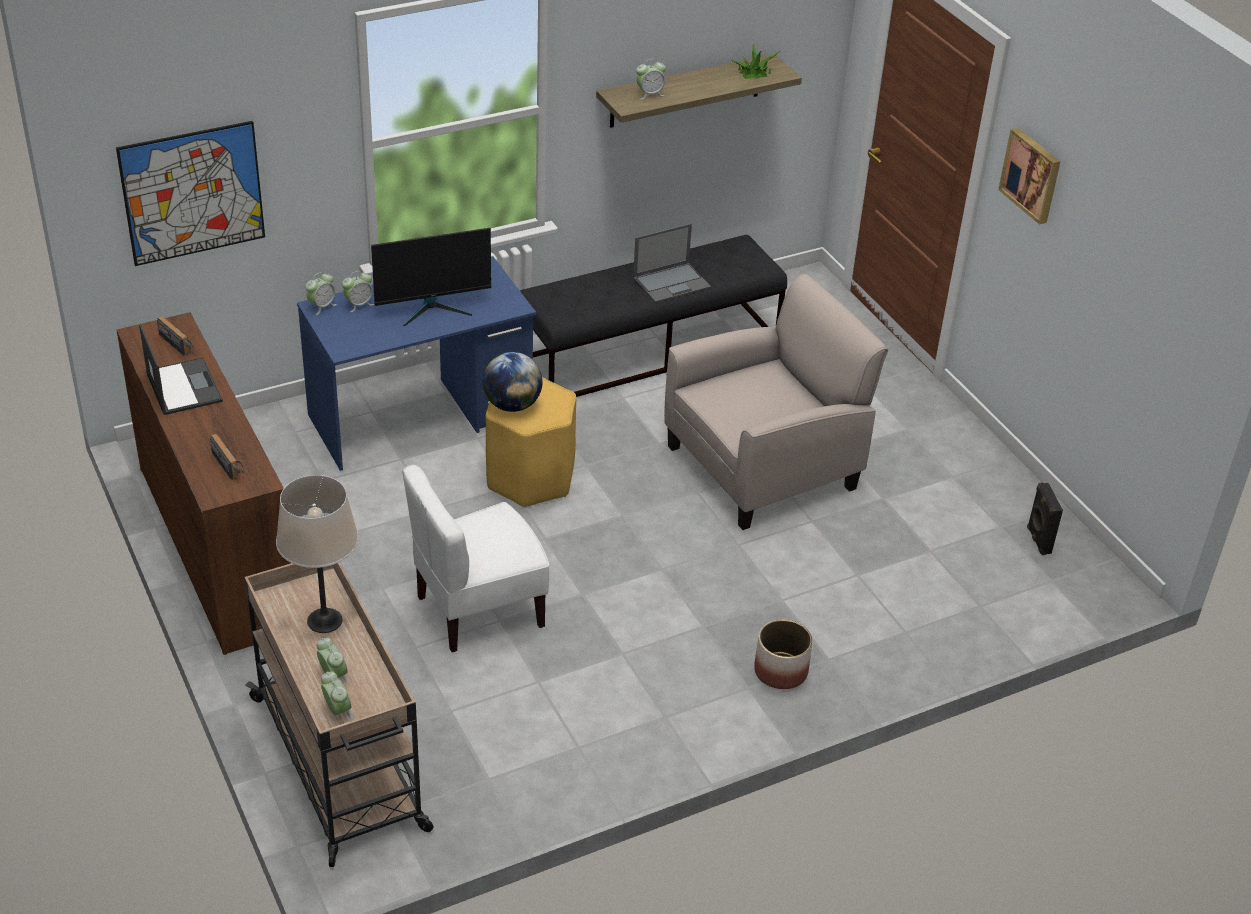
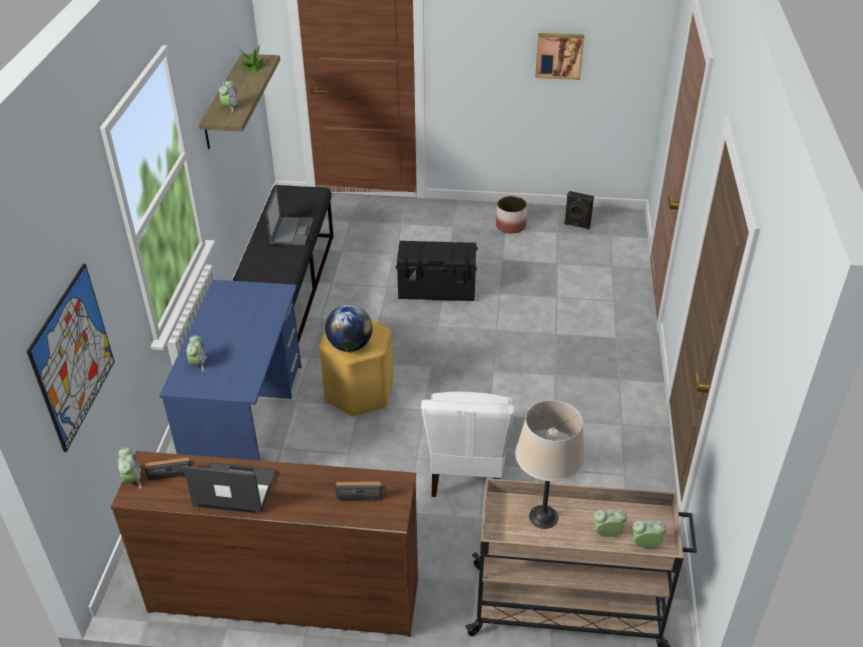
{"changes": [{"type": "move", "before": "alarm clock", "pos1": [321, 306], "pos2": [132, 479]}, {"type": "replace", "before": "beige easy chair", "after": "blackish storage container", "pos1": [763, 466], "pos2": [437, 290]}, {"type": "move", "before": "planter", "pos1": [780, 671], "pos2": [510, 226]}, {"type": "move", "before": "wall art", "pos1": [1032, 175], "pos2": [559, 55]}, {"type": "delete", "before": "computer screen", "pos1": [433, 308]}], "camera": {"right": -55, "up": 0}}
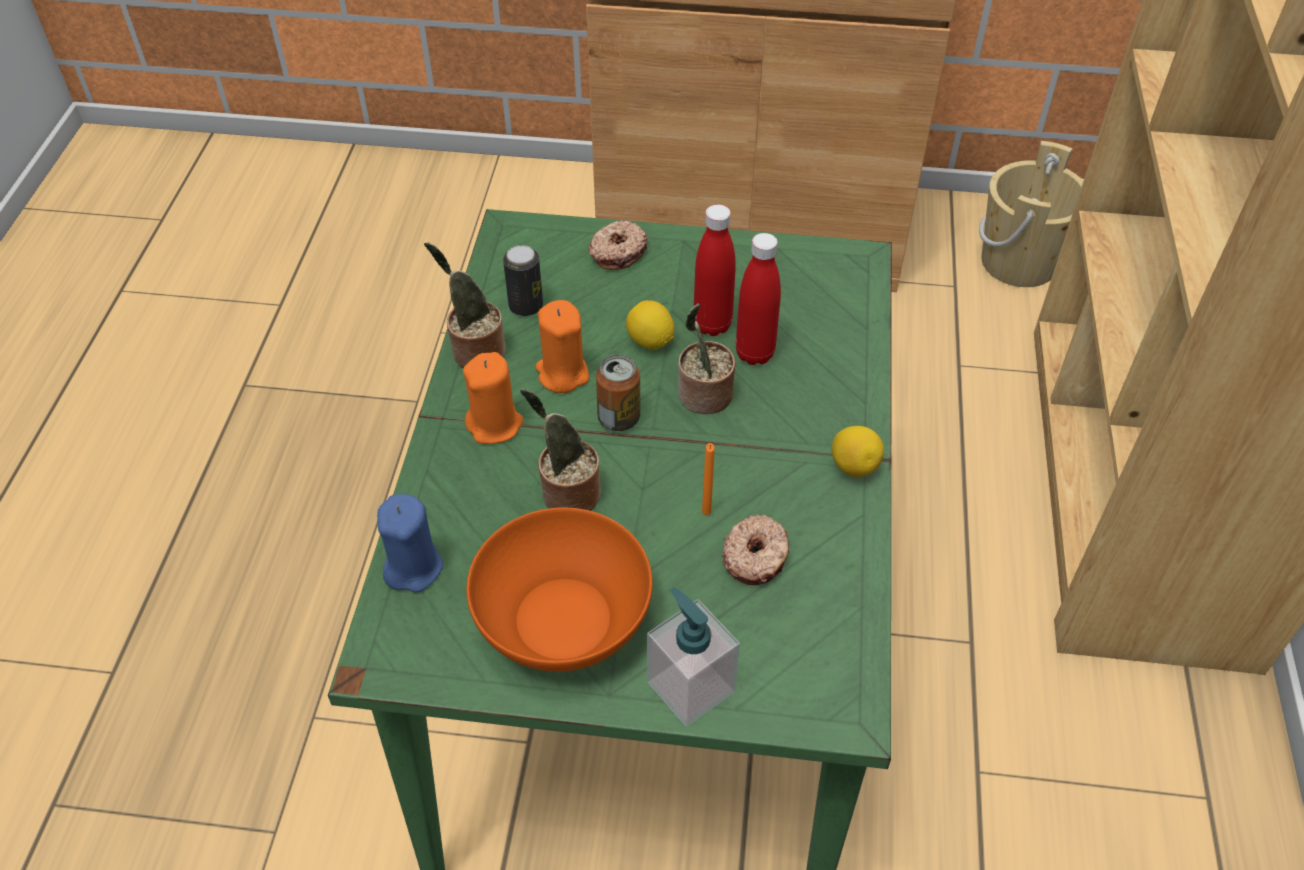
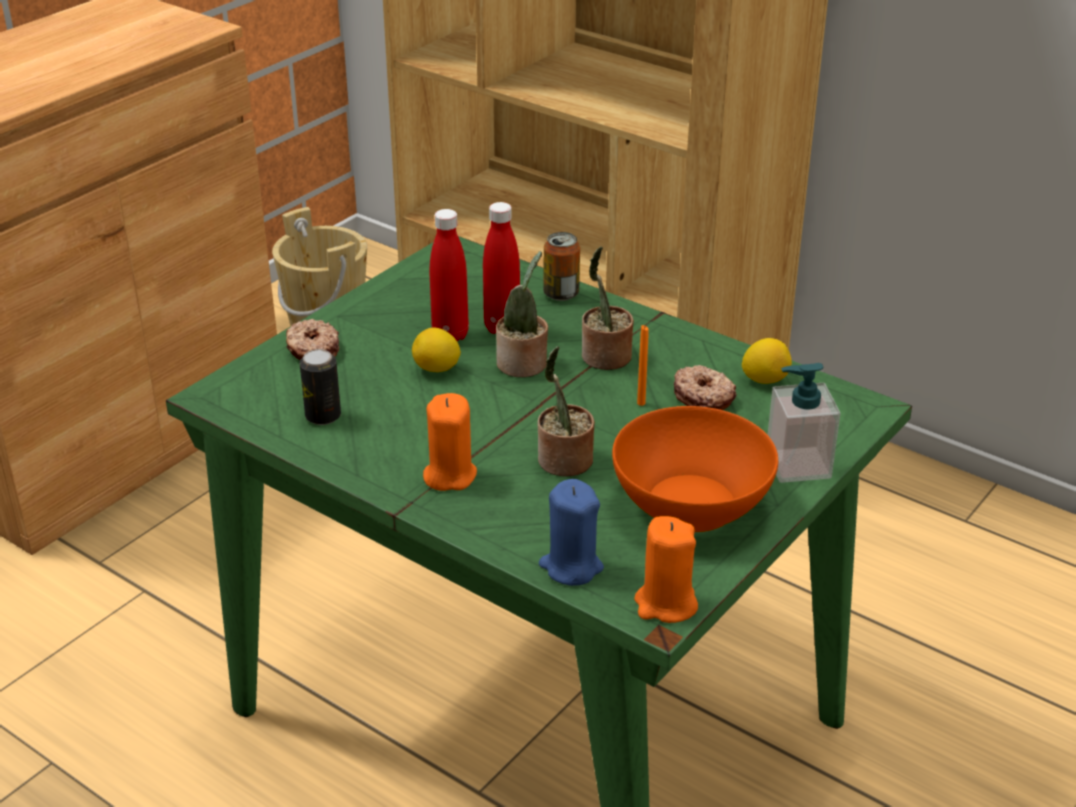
{"changes": [{"type": "move", "before": "sealed can", "pos1": [619, 418], "pos2": [561, 294]}, {"type": "move", "before": "potted plant", "pos1": [475, 352], "pos2": [605, 358]}, {"type": "move", "before": "orangey candle", "pos1": [562, 374], "pos2": [665, 604]}, {"type": "move", "before": "whole lemon", "pos1": [854, 466], "pos2": [765, 380]}], "camera": {"right": -60, "up": -15}}
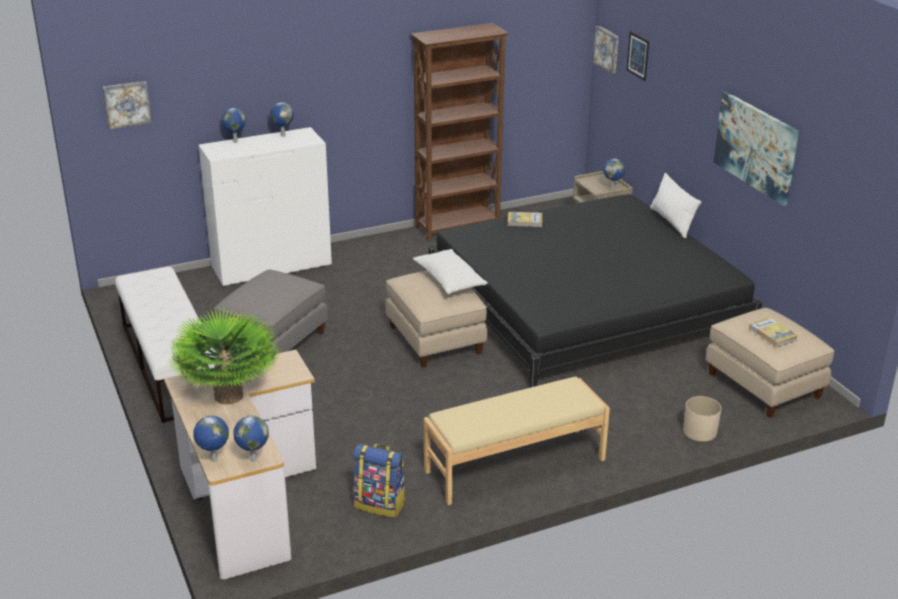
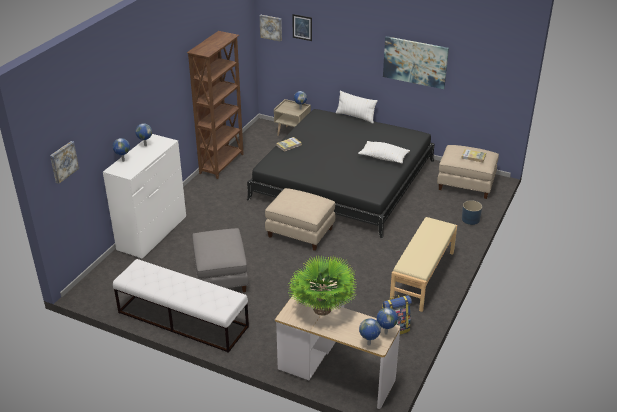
{"changes": [{"type": "move", "before": "whitish pillow", "pos1": [449, 281], "pos2": [384, 158]}, {"type": "recolor", "before": "beige planter", "after": "blue-coloured planter", "pos1": [700, 432], "pos2": [470, 219]}], "camera": {"right": -40, "up": 5}}
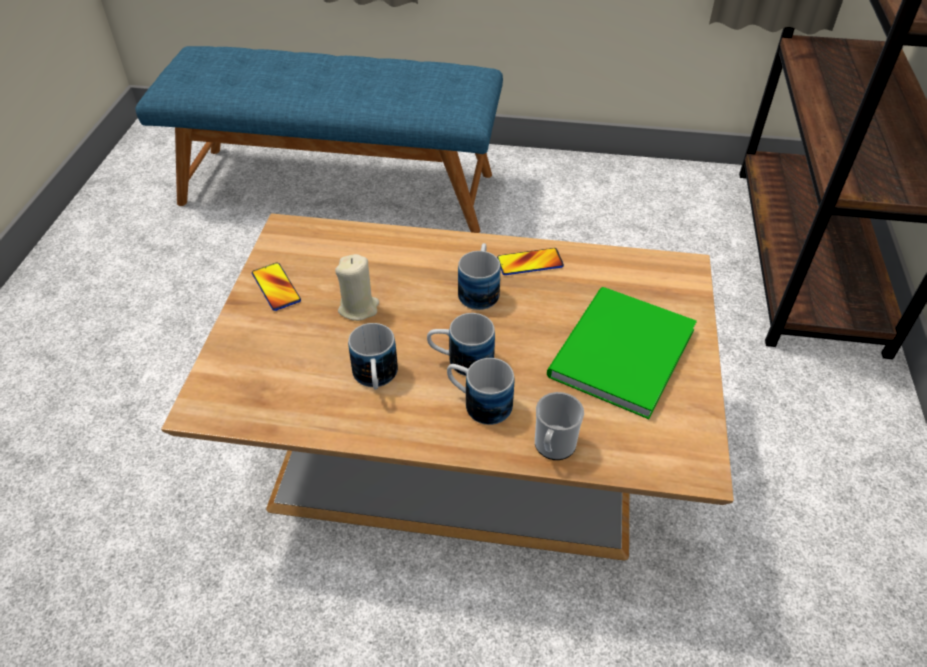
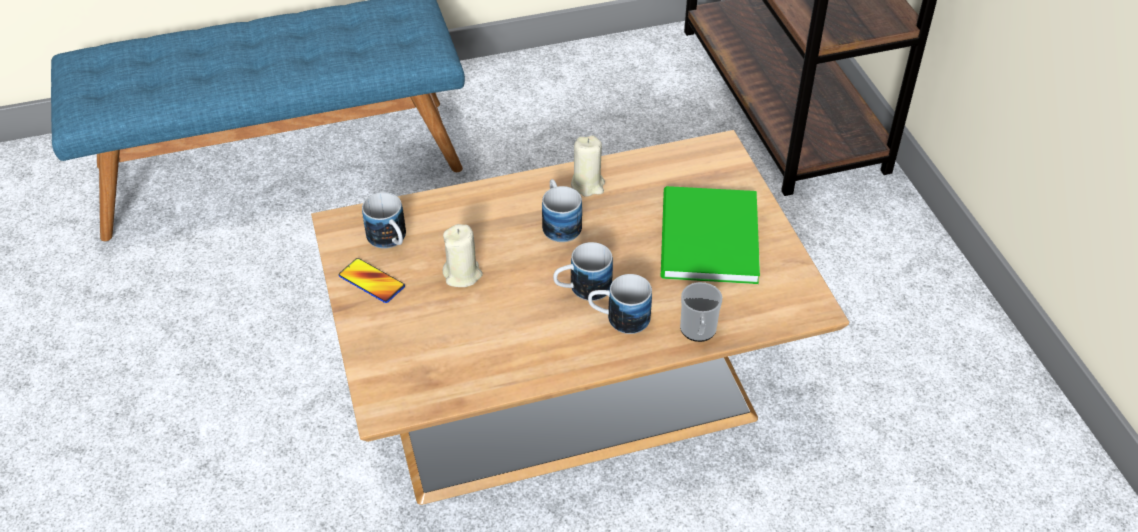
{"changes": [{"type": "move", "before": "mug", "pos1": [375, 379], "pos2": [390, 241]}, {"type": "replace", "before": "telephone", "after": "beige candle", "pos1": [530, 263], "pos2": [588, 184]}], "camera": {"right": -25, "up": 0}}
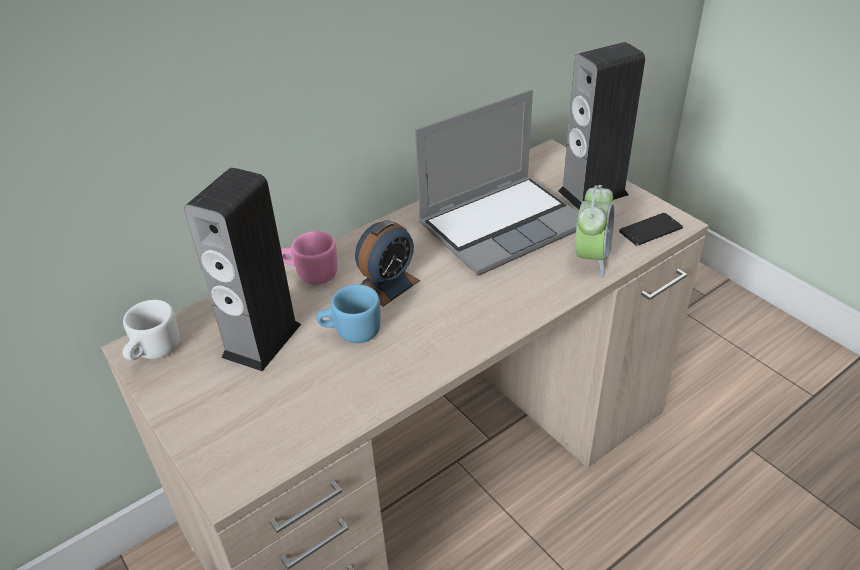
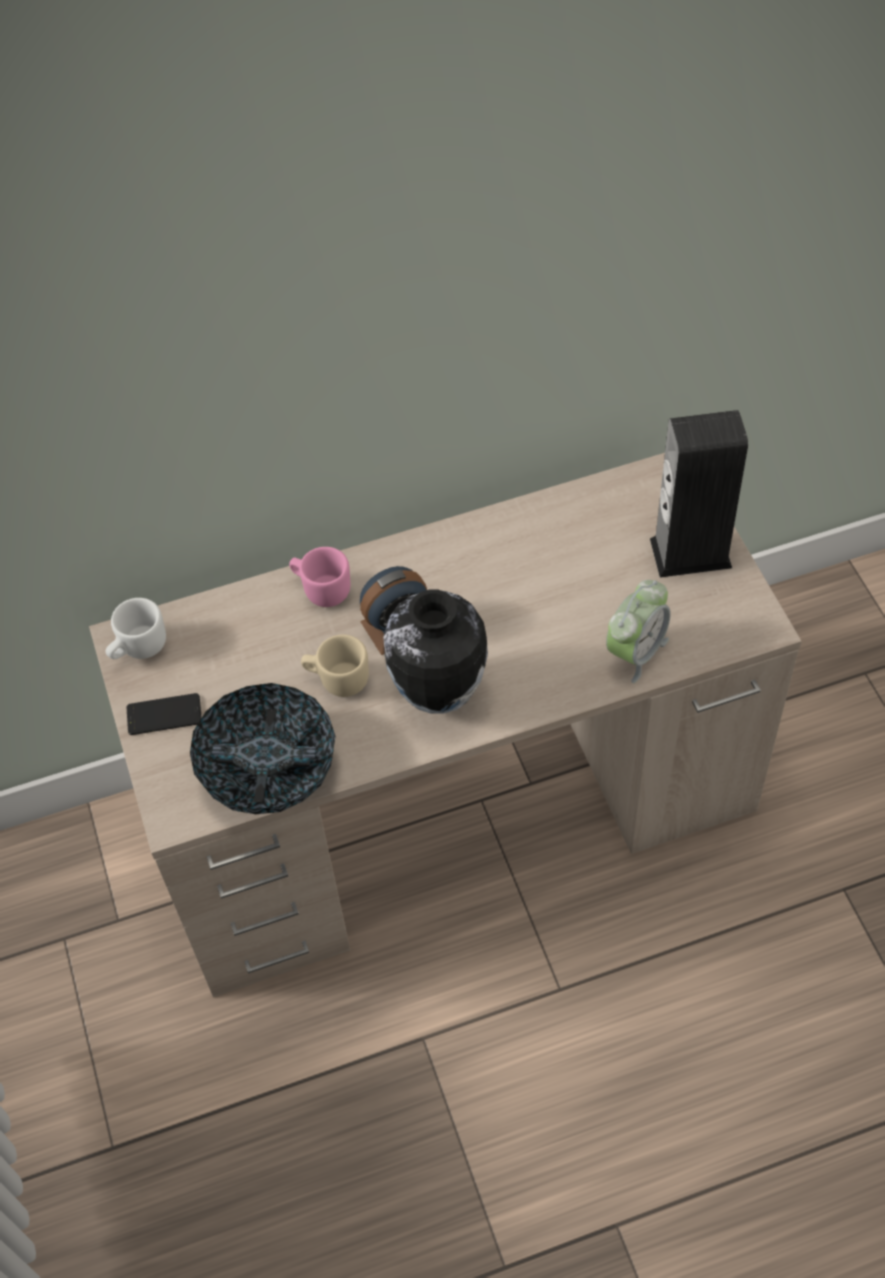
{"changes": [{"type": "move", "before": "telephone", "pos1": [650, 230], "pos2": [164, 715]}, {"type": "insert", "after": "serving bowl", "pos2": [269, 770]}, {"type": "recolor", "before": "blue-coloured mug", "after": "beige mug", "pos1": [351, 332], "pos2": [337, 679]}, {"type": "insert", "after": "vase", "pos2": [437, 694]}, {"type": "delete", "before": "loudspeaker", "pos1": [262, 340]}, {"type": "delete", "before": "portable computer", "pos1": [502, 224]}], "camera": {"right": 20, "up": 15}}
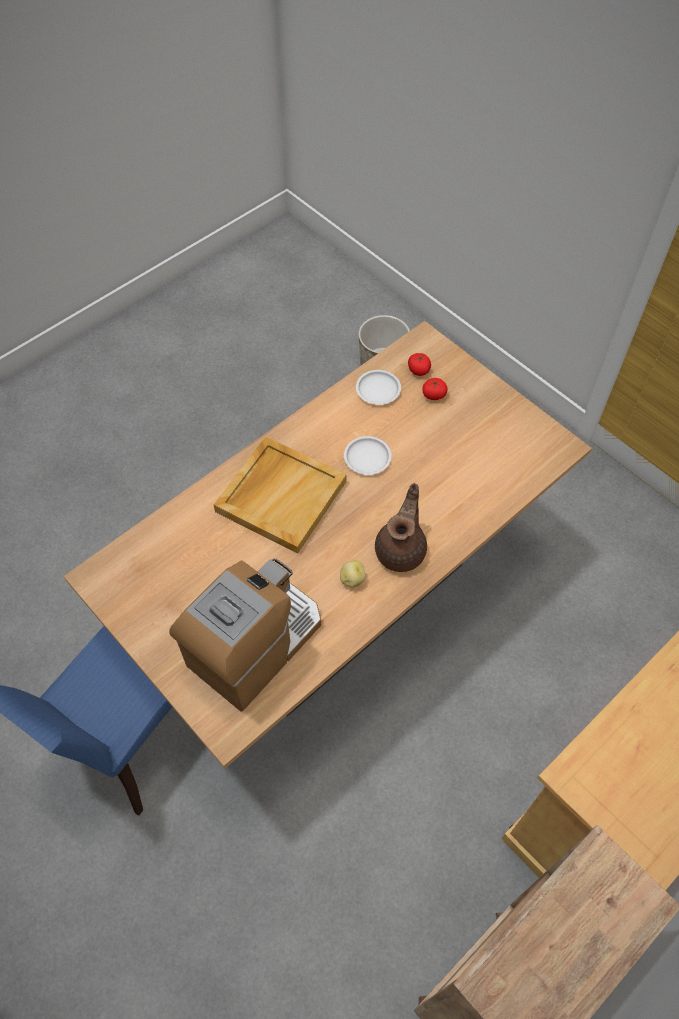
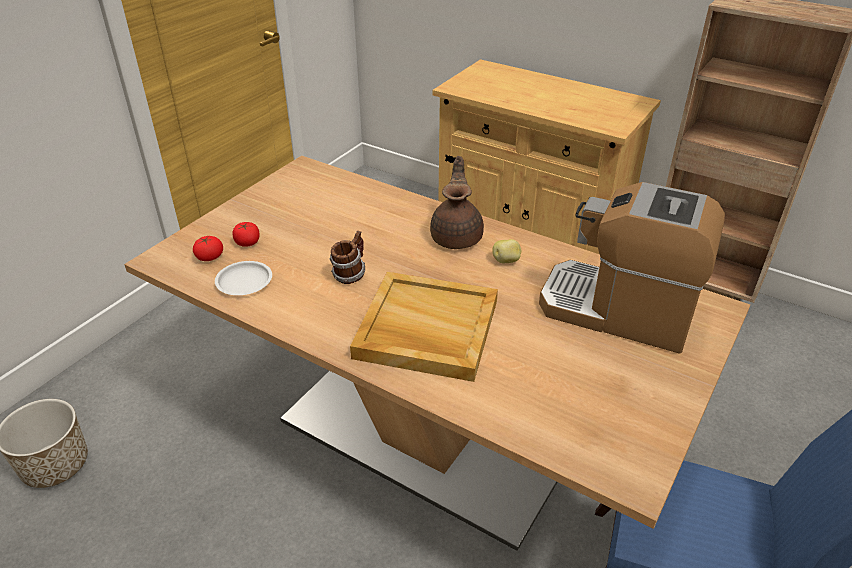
{"changes": [{"type": "replace", "before": "whitish plate", "after": "mug", "pos1": [367, 458], "pos2": [350, 274]}, {"type": "rotate", "before": "brown-coloured teapot", "pos1": [401, 550], "pos2": [457, 237], "turn": 90}], "camera": {"right": -105, "up": -20}}
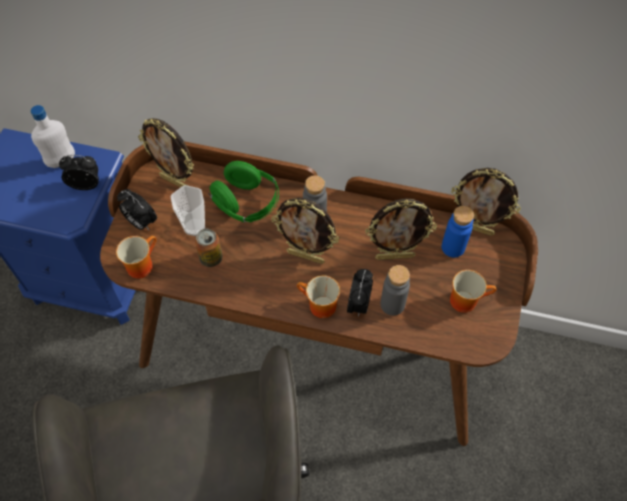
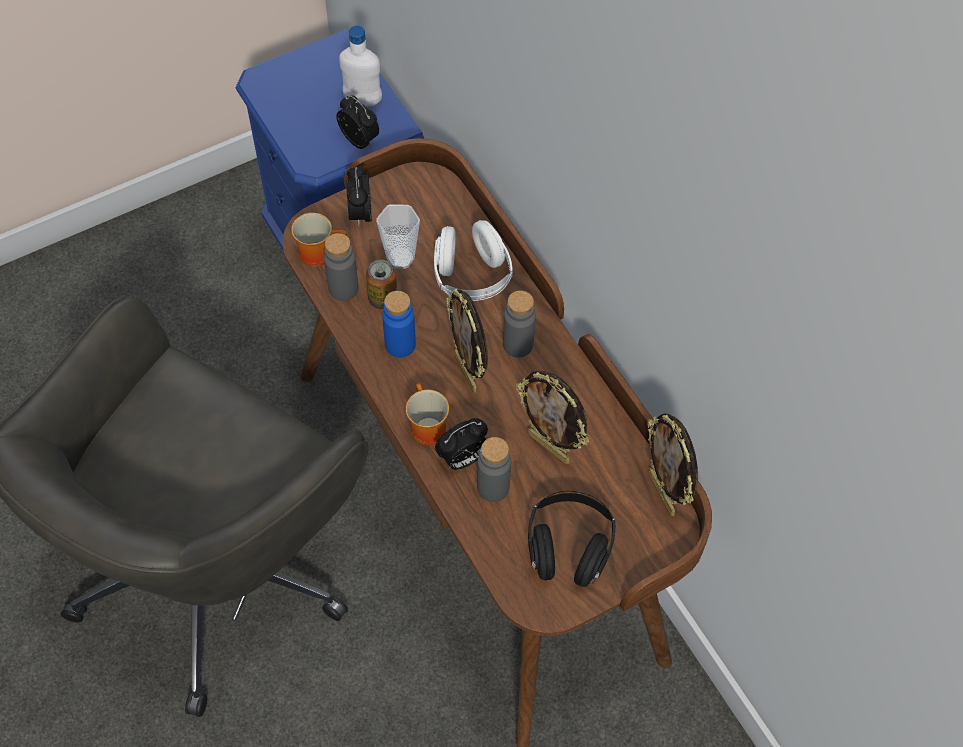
{"changes": [{"type": "insert", "after": "gray bottle", "pos2": [343, 288]}, {"type": "move", "before": "blue-coloured bottle", "pos1": [453, 247], "pos2": [400, 344]}, {"type": "recolor", "before": "green-coloured headset", "after": "whitish headset", "pos1": [247, 203], "pos2": [471, 277]}, {"type": "replace", "before": "mug", "after": "blackish headset", "pos1": [466, 299], "pos2": [568, 548]}, {"type": "delete", "before": "photo frame", "pos1": [176, 182]}], "camera": {"right": 45, "up": 0}}
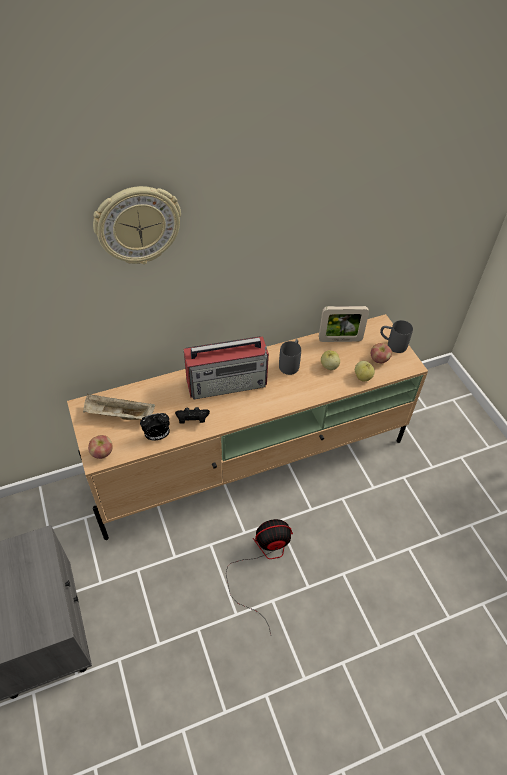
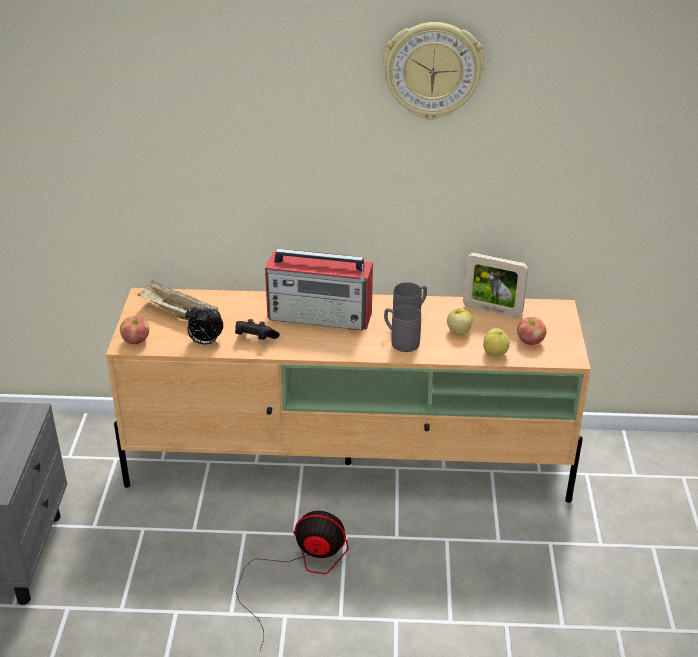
{"changes": [{"type": "move", "before": "wall clock", "pos1": [138, 225], "pos2": [432, 70]}, {"type": "move", "before": "gray mug", "pos1": [392, 344], "pos2": [400, 341]}], "camera": {"right": 25, "up": -15}}
